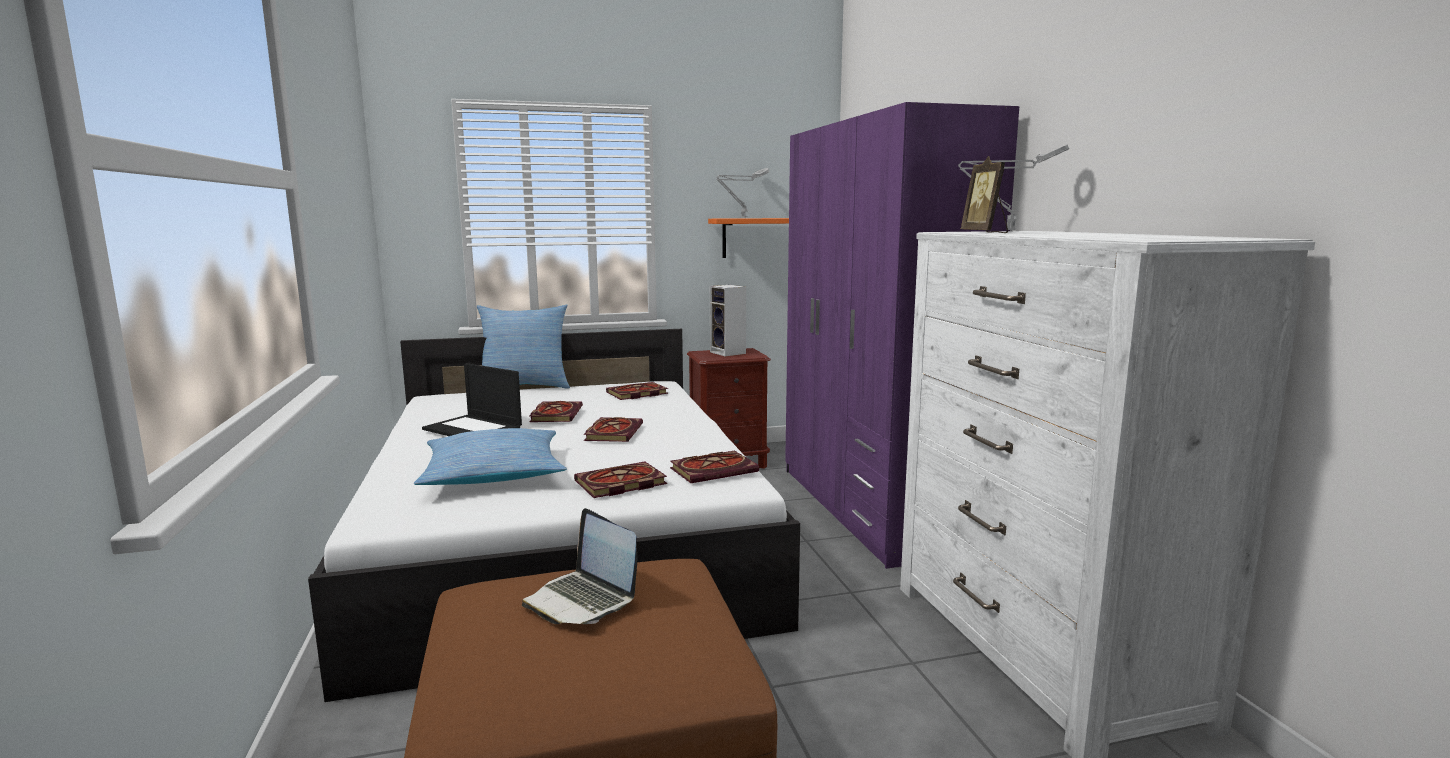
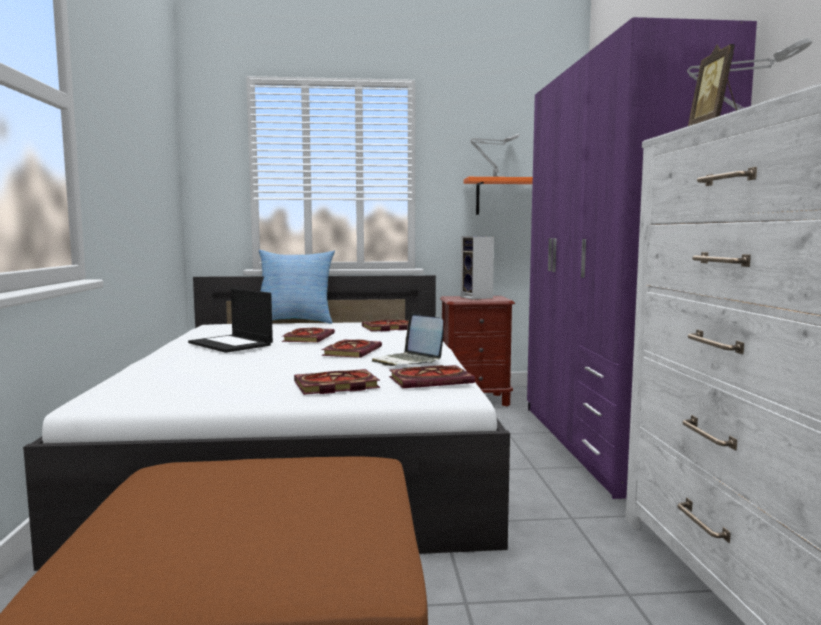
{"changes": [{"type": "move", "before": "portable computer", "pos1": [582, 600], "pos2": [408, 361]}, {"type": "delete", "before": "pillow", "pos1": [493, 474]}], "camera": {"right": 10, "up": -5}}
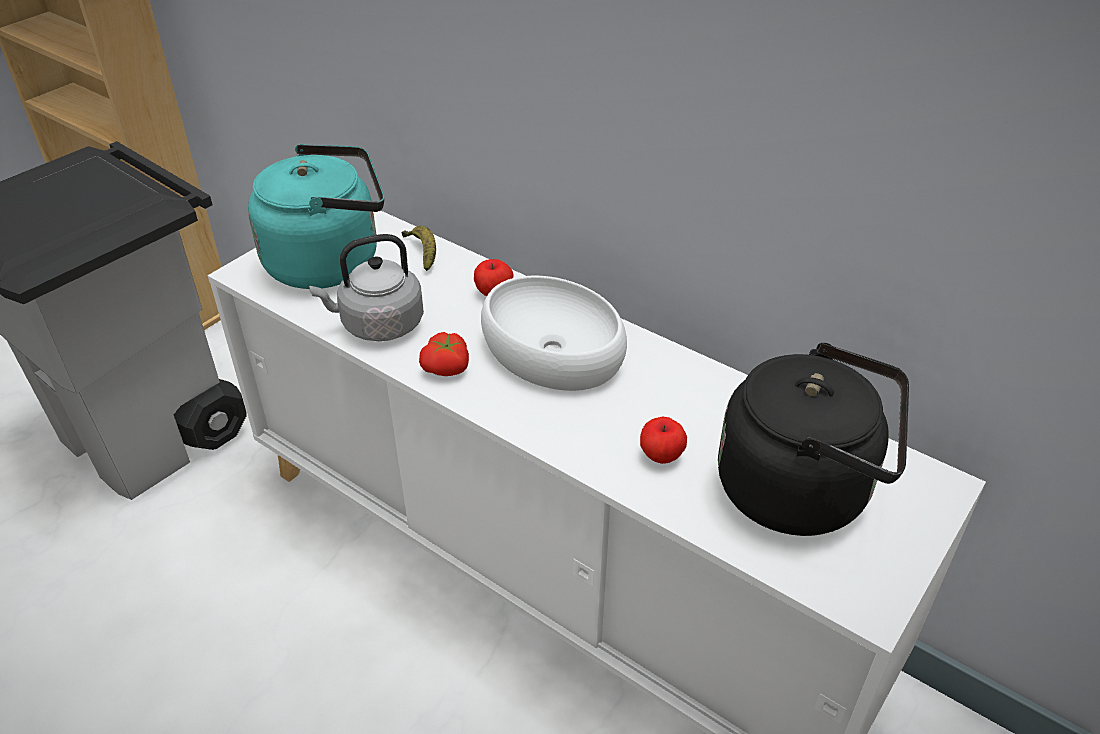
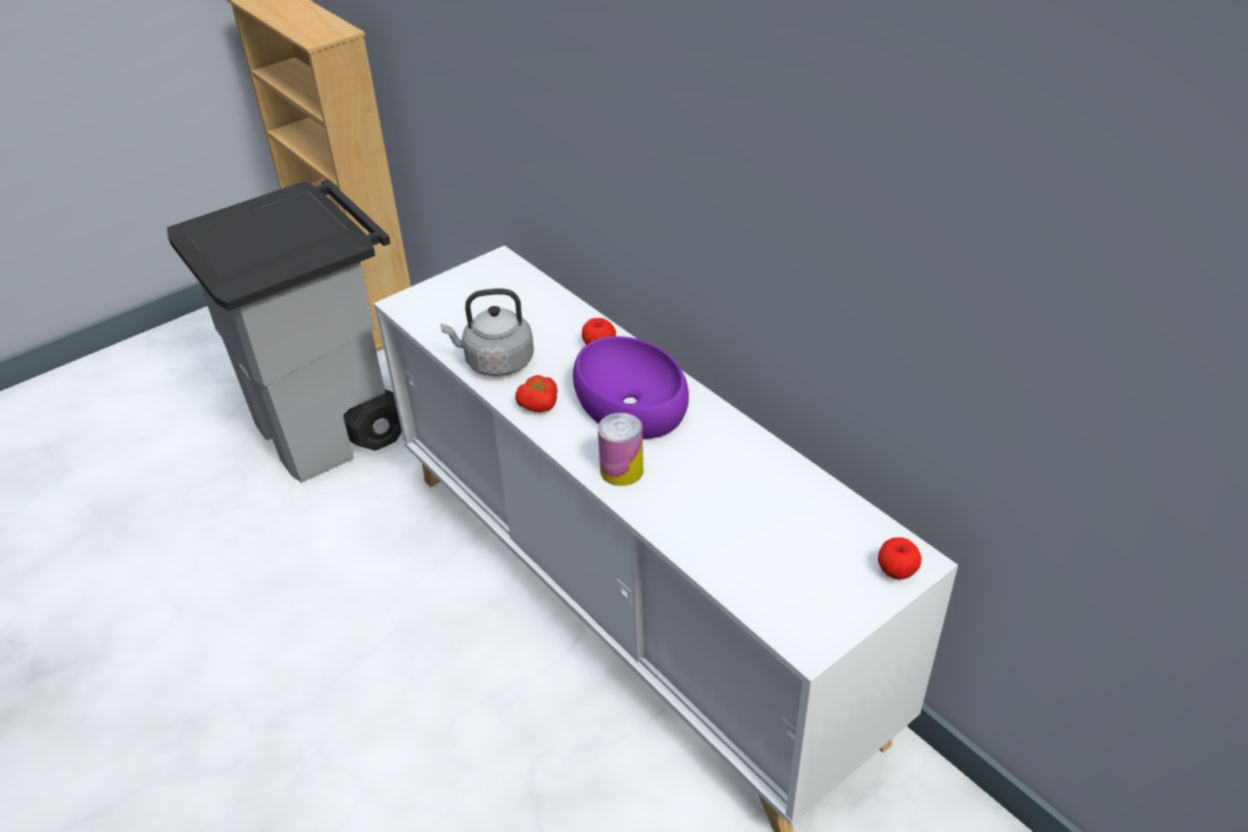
{"changes": [{"type": "recolor", "before": "whitish serving bowl", "after": "purplish serving bowl", "pos1": [550, 351], "pos2": [628, 402]}, {"type": "insert", "after": "sealed can", "pos2": [621, 470]}, {"type": "move", "before": "whole apple", "pos1": [661, 455], "pos2": [896, 571]}, {"type": "delete", "before": "turquoise-coloured kettle", "pos1": [330, 261]}, {"type": "delete", "before": "banana", "pos1": [422, 253]}, {"type": "delete", "before": "blackish kettle", "pos1": [802, 490]}], "camera": {"right": 15, "up": 0}}
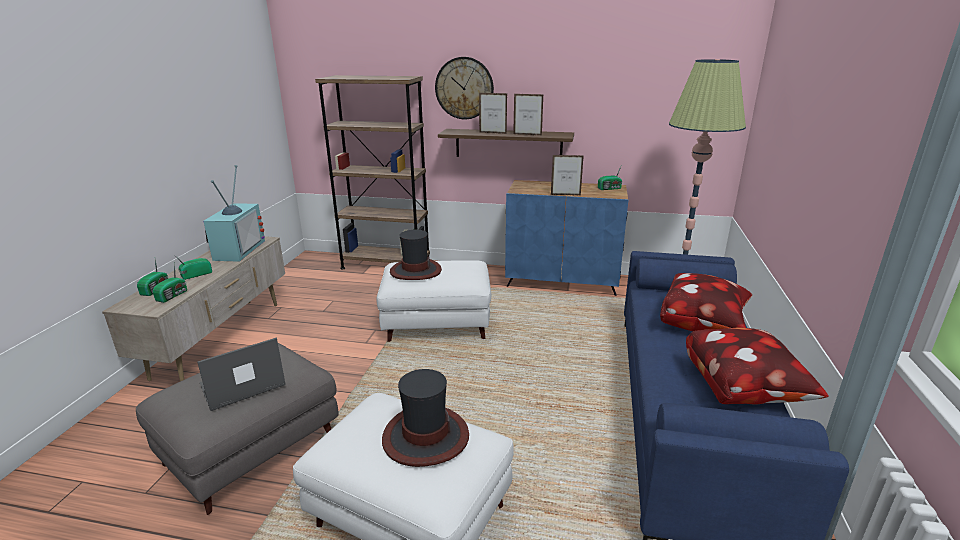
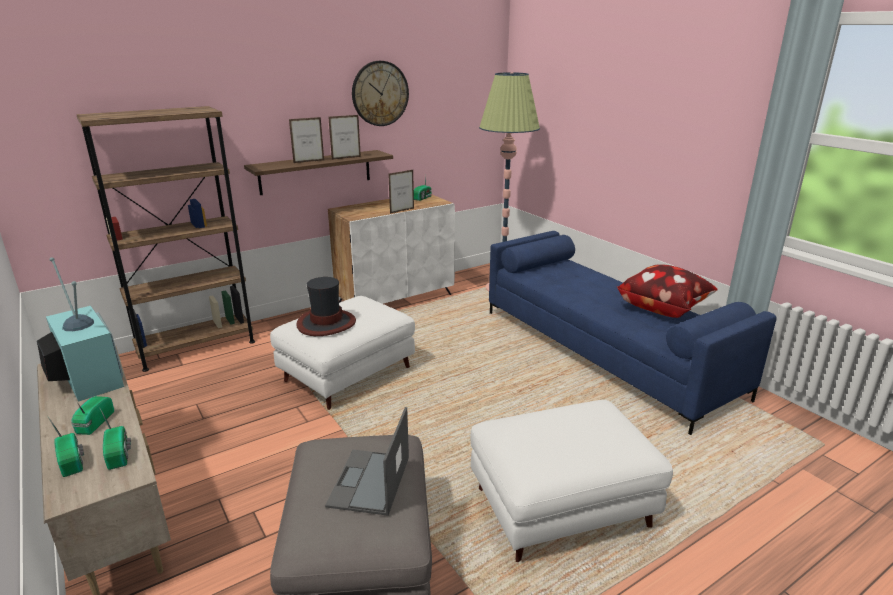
{"changes": [{"type": "recolor", "before": "blue-coloured cabinet", "after": "whitish cabinet", "pos1": [562, 281], "pos2": [396, 298]}, {"type": "move", "before": "wall clock", "pos1": [464, 88], "pos2": [380, 93]}, {"type": "delete", "before": "wearable hat", "pos1": [425, 437]}, {"type": "delete", "before": "pillow", "pos1": [703, 326]}], "camera": {"right": -45, "up": 0}}
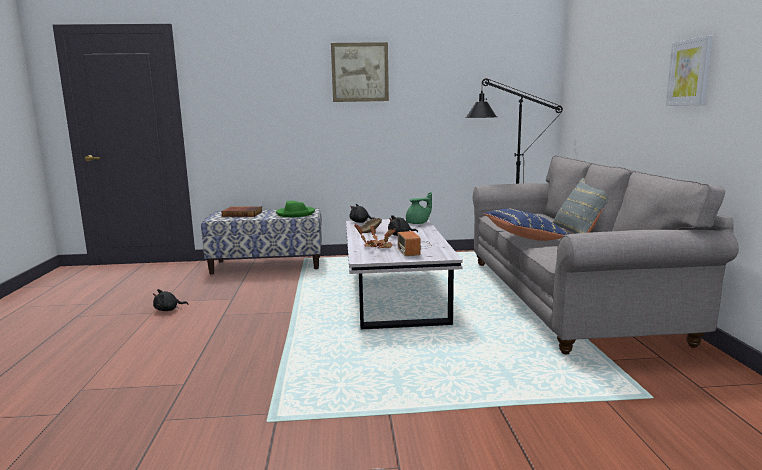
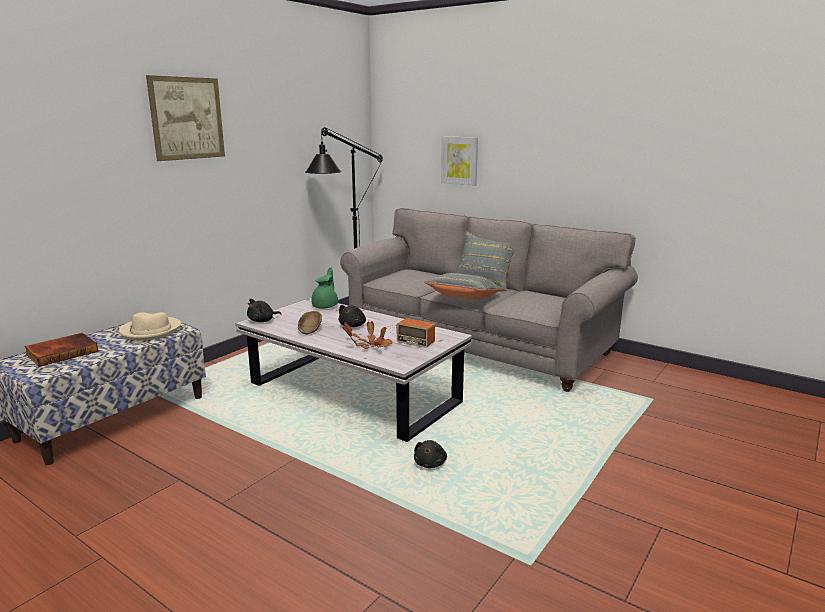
{"changes": [{"type": "recolor", "before": "green-coloured wearable hat", "after": "beige wearable hat", "pos1": [295, 214], "pos2": [150, 331]}, {"type": "move", "before": "blackish cuddly toy", "pos1": [168, 310], "pos2": [430, 463]}, {"type": "recolor", "before": "blue-coloured pillow", "after": "gray pillow", "pos1": [524, 238], "pos2": [464, 299]}, {"type": "move", "before": "wall art", "pos1": [690, 72], "pos2": [459, 160]}], "camera": {"right": -50, "up": 5}}
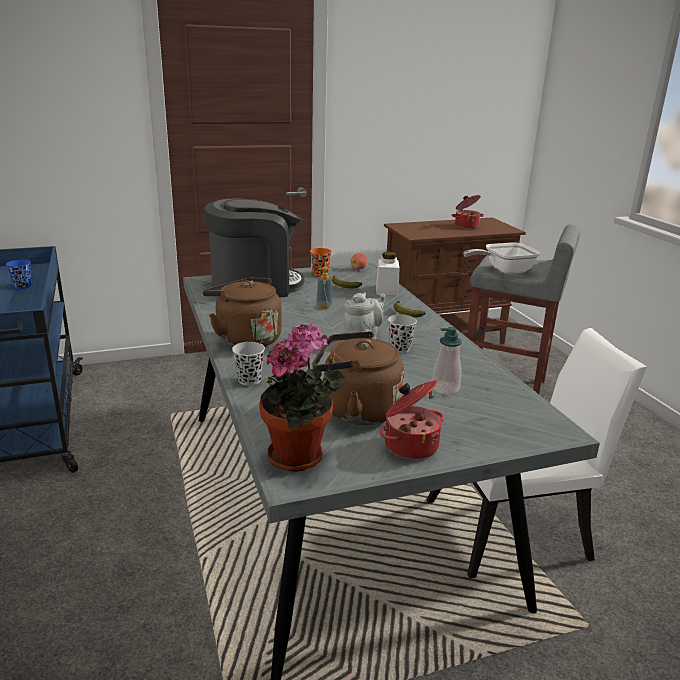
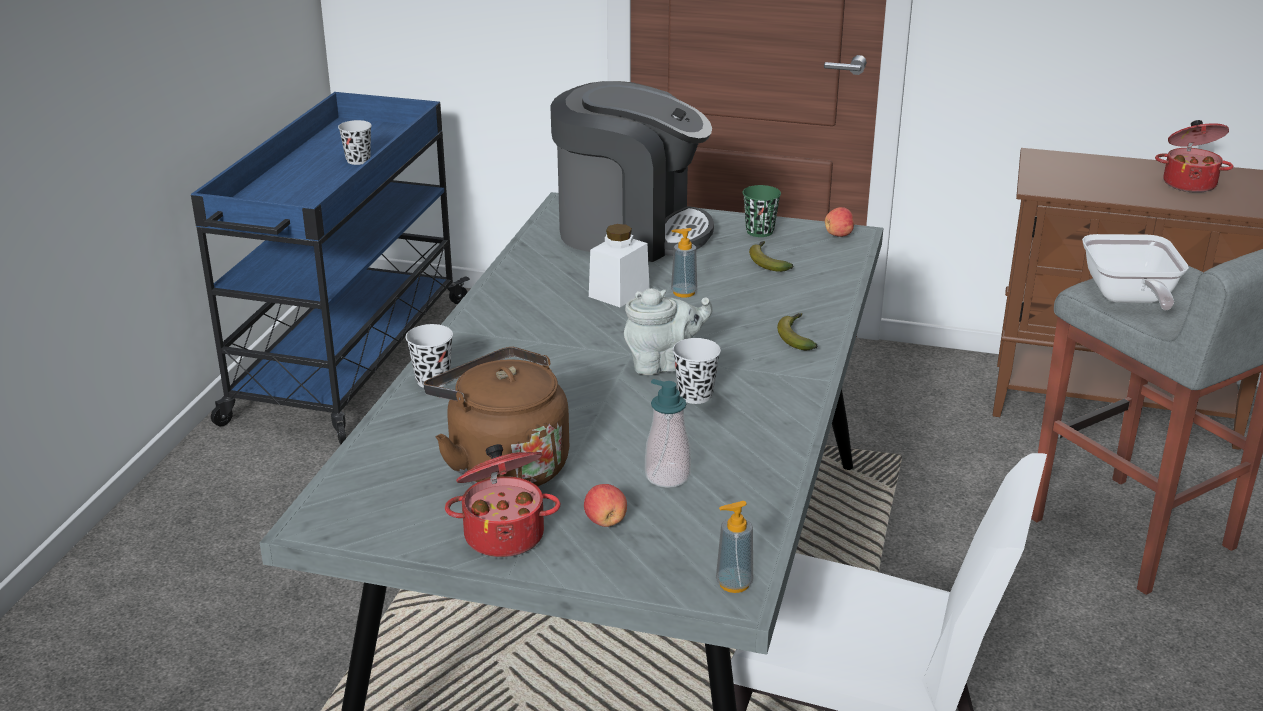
{"changes": [{"type": "recolor", "before": "blue-coloured cup", "after": "blackish cup", "pos1": [22, 286], "pos2": [358, 160]}, {"type": "insert", "after": "whole apple", "pos2": [605, 521]}, {"type": "move", "before": "whitish storage jar", "pos1": [387, 290], "pos2": [619, 293]}, {"type": "insert", "after": "soap bottle", "pos2": [734, 583]}, {"type": "recolor", "before": "orangey cup", "after": "green-coloured cup", "pos1": [320, 274], "pos2": [759, 231]}, {"type": "rotate", "before": "pan", "pos1": [504, 270], "pos2": [1128, 299], "turn": -105}, {"type": "delete", "before": "brown-coloured kettle", "pos1": [245, 339]}, {"type": "delete", "before": "potted plant", "pos1": [300, 457]}], "camera": {"right": 35, "up": 5}}
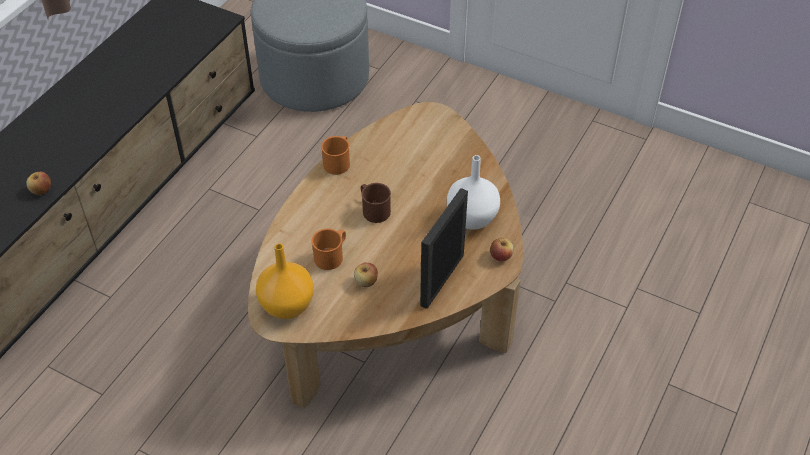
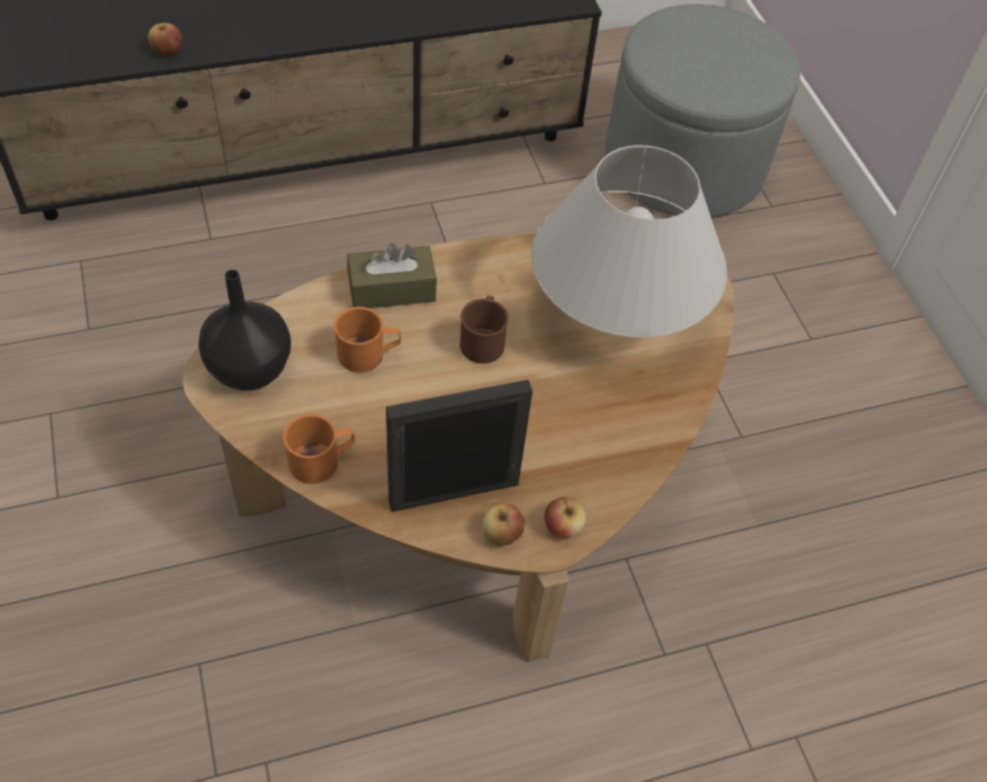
{"changes": [{"type": "recolor", "before": "orangey vase", "after": "blackish vase", "pos1": [288, 306], "pos2": [250, 371]}, {"type": "move", "before": "orangey mug", "pos1": [338, 162], "pos2": [321, 460]}, {"type": "insert", "after": "brown-coloured tissue box", "pos2": [392, 289]}, {"type": "move", "before": "whole apple", "pos1": [366, 282], "pos2": [501, 534]}, {"type": "insert", "after": "whitish table lamp", "pos2": [617, 313]}, {"type": "delete", "before": "whitish vase", "pos1": [473, 218]}], "camera": {"right": 40, "up": 5}}
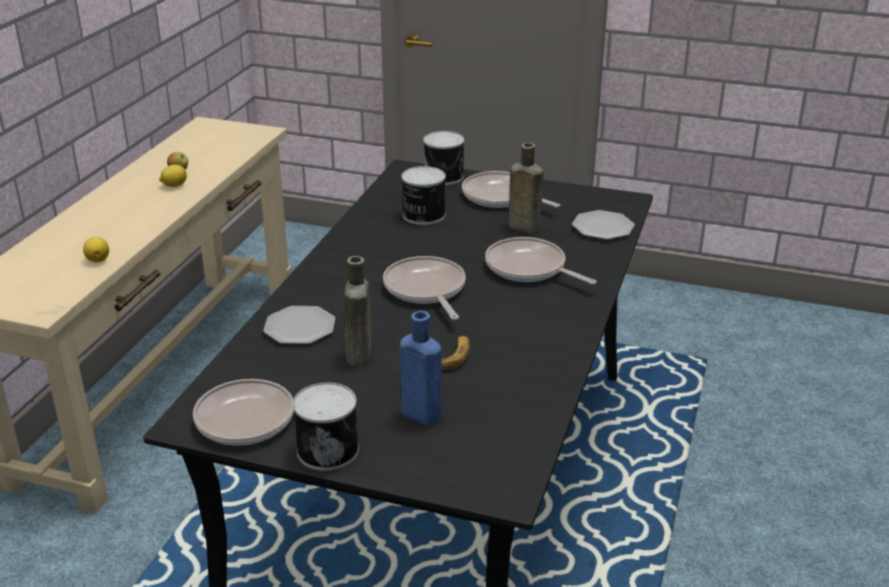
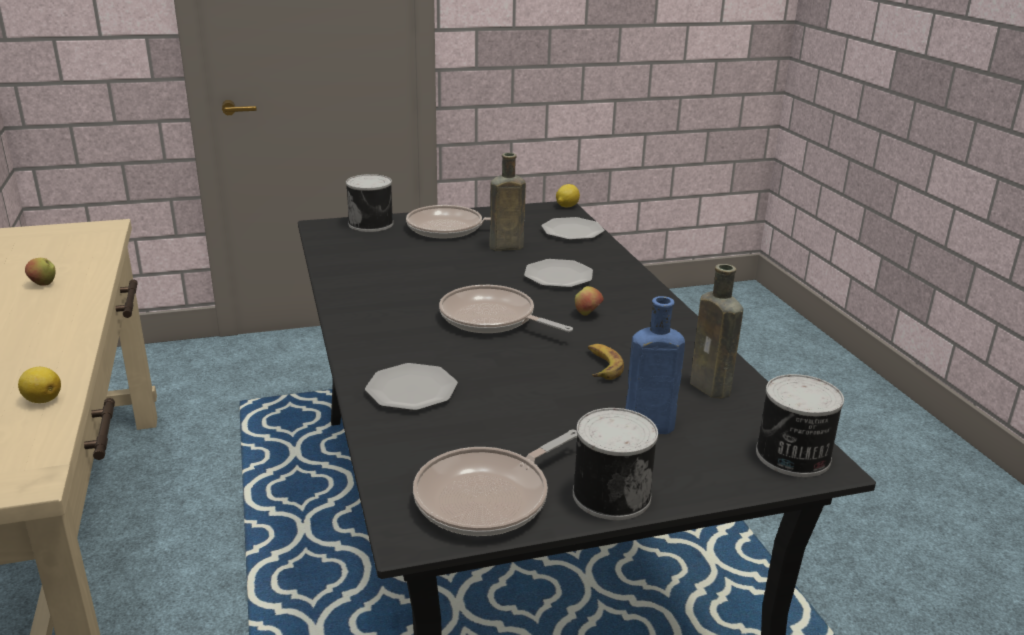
{"changes": [{"type": "replace", "before": "pan", "after": "plate", "pos1": [529, 268], "pos2": [559, 276]}, {"type": "move", "before": "whole lemon", "pos1": [174, 186], "pos2": [566, 206]}, {"type": "insert", "after": "whole apple", "pos2": [587, 314]}, {"type": "move", "before": "brown-coloured bottle", "pos1": [359, 357], "pos2": [712, 388]}, {"type": "move", "before": "sealed can", "pos1": [423, 215], "pos2": [793, 457]}], "camera": {"right": -35, "up": -5}}
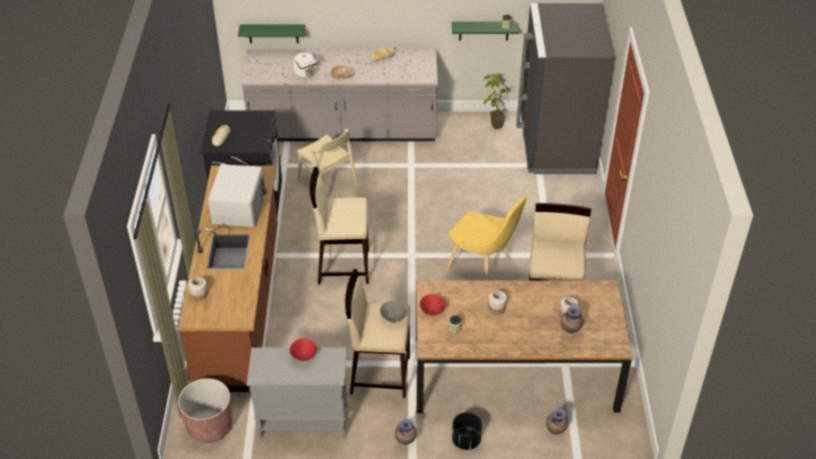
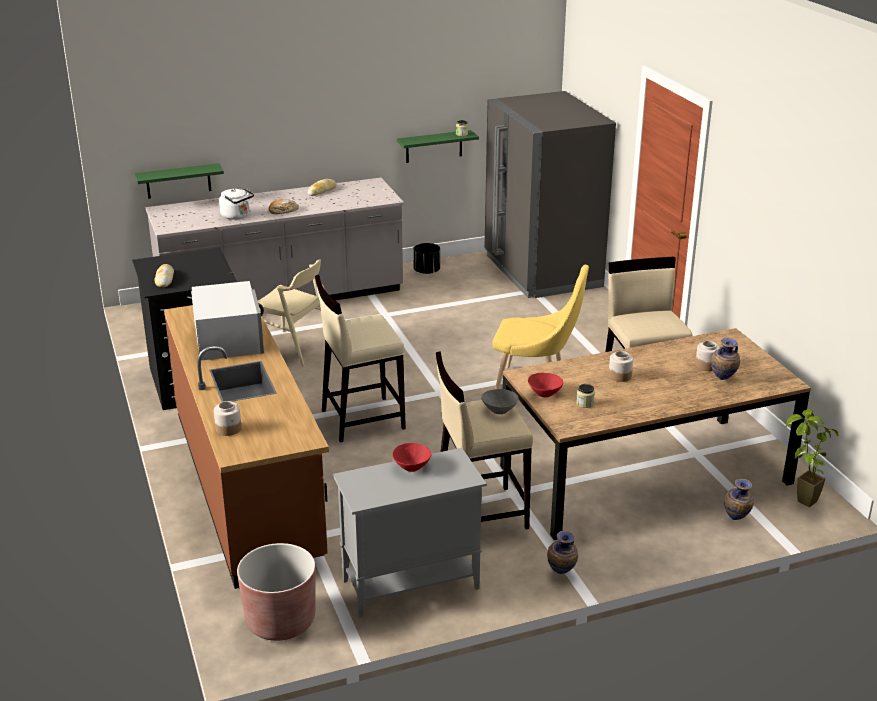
{"changes": [{"type": "move", "before": "blackish planter", "pos1": [466, 440], "pos2": [426, 271]}, {"type": "move", "before": "potted plant", "pos1": [492, 126], "pos2": [801, 503]}], "camera": {"right": -20, "up": -15}}
